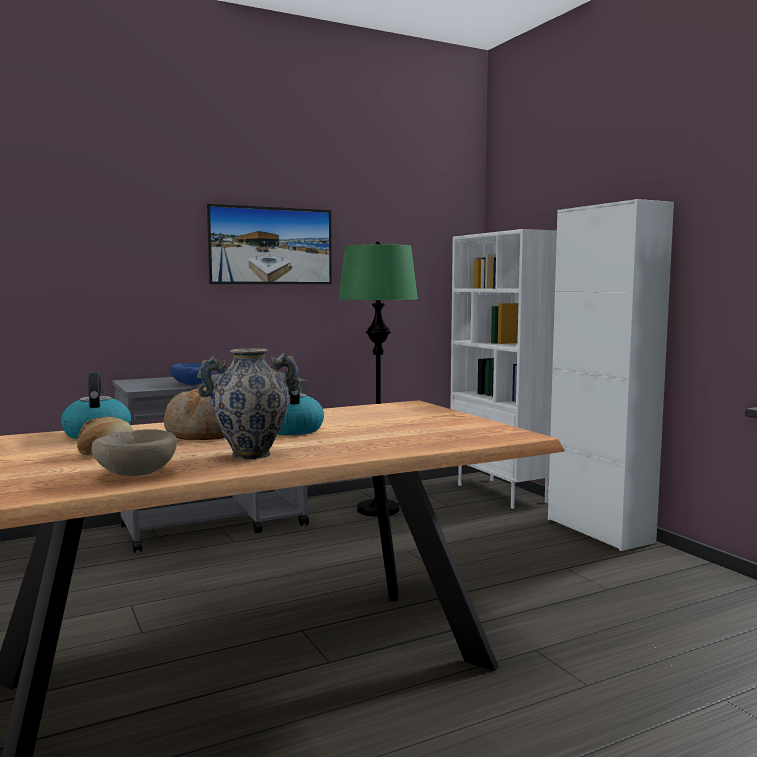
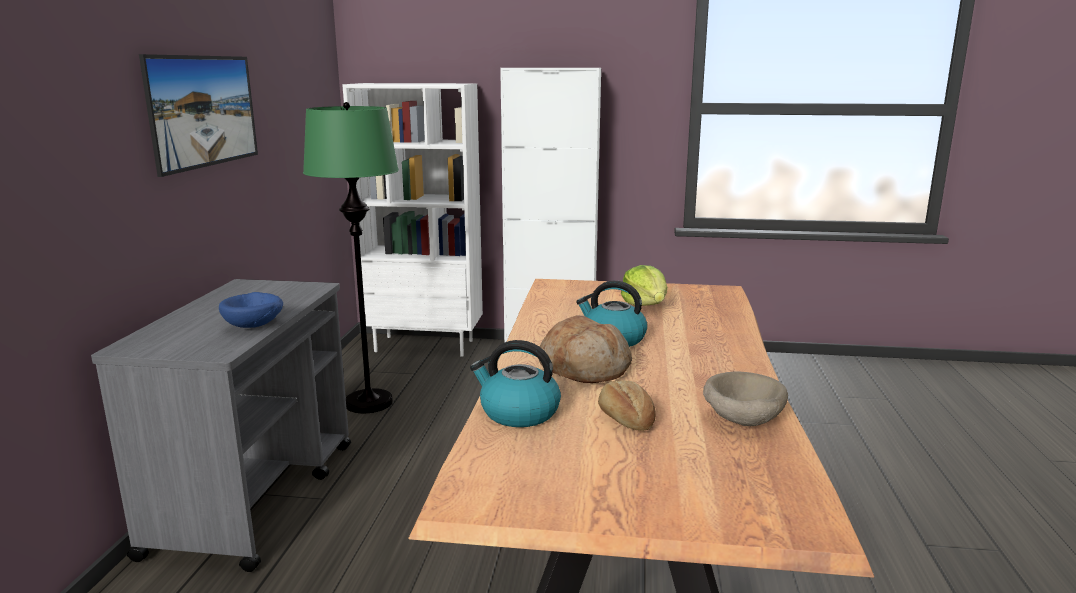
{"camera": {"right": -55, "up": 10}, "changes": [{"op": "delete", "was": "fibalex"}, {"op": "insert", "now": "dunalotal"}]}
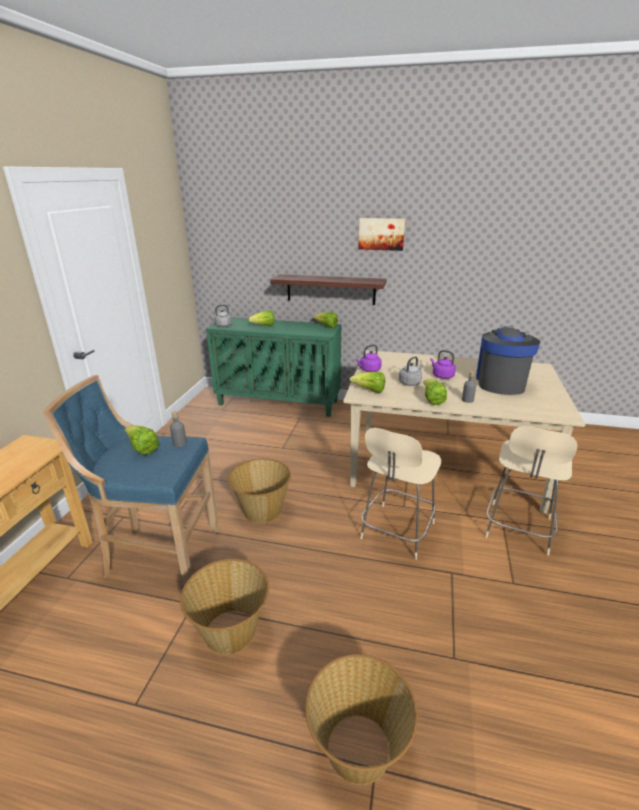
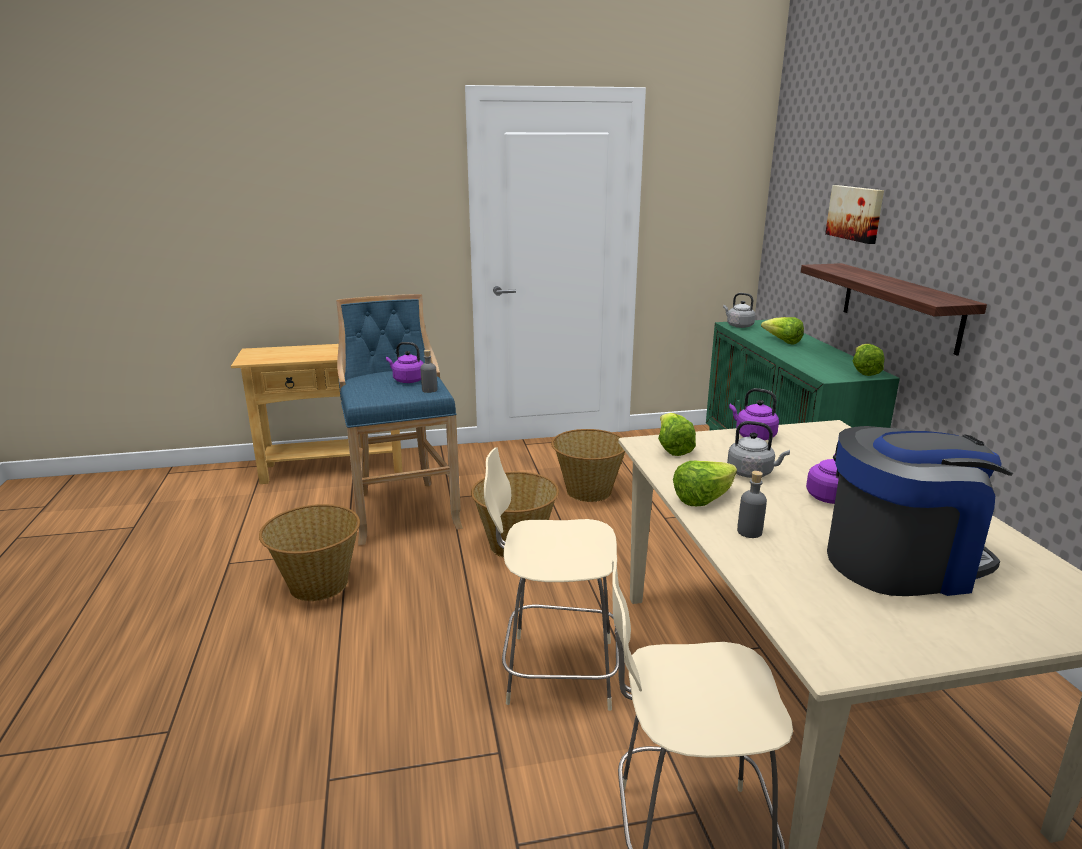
{"camera": {"right": 65, "up": -5}, "changes": [{"op": "move", "was": "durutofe (3rd from left)"}, {"op": "move", "was": "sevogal"}, {"op": "replace", "was": "dunalotal (1st from left)", "now": "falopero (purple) (1st from left)"}]}
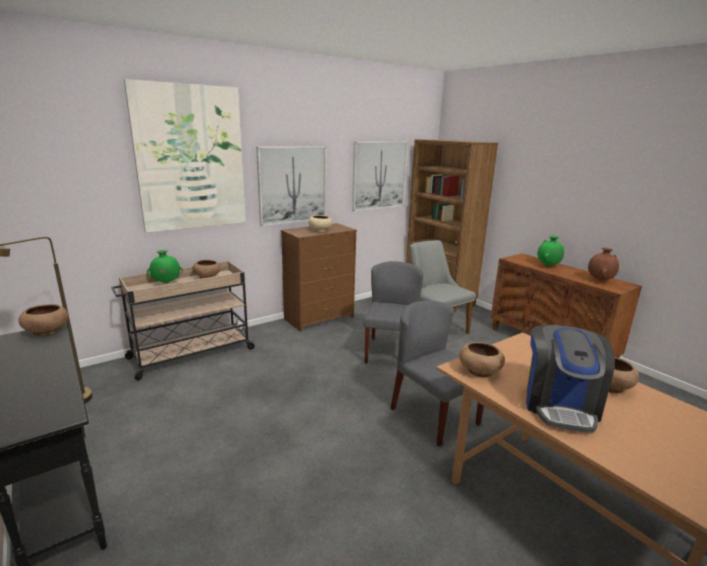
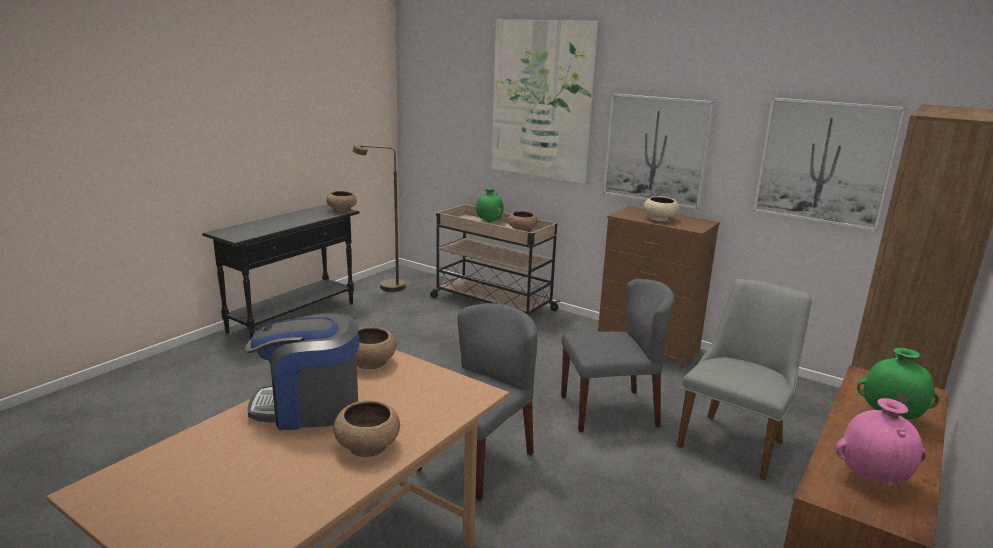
{"camera": {"right": 70, "up": 0}, "changes": [{"op": "recolor", "was": "fibalex (brown)", "now": "fibalex (pink)"}]}
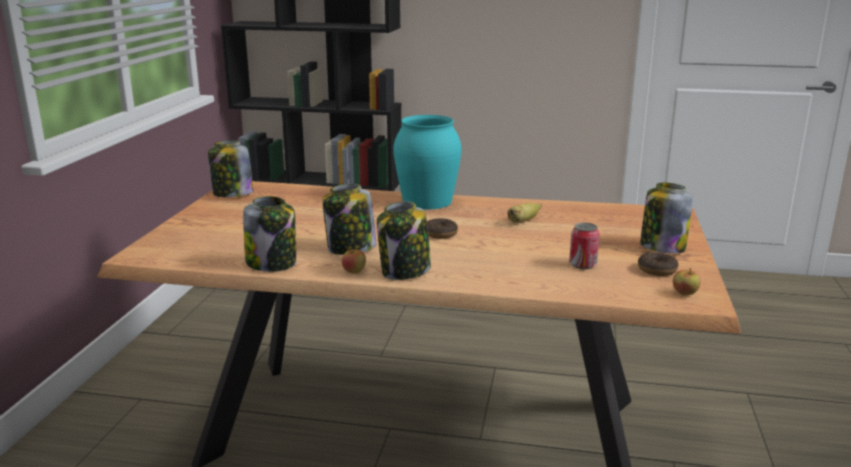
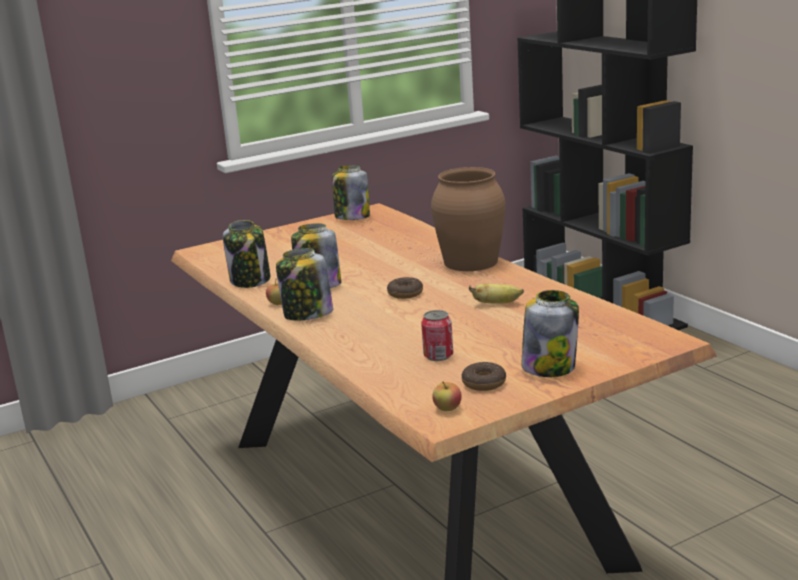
{"camera": {"right": 50, "up": 0}, "changes": [{"op": "recolor", "was": "fibalex (turquoise)", "now": "fibalex (brown)"}]}
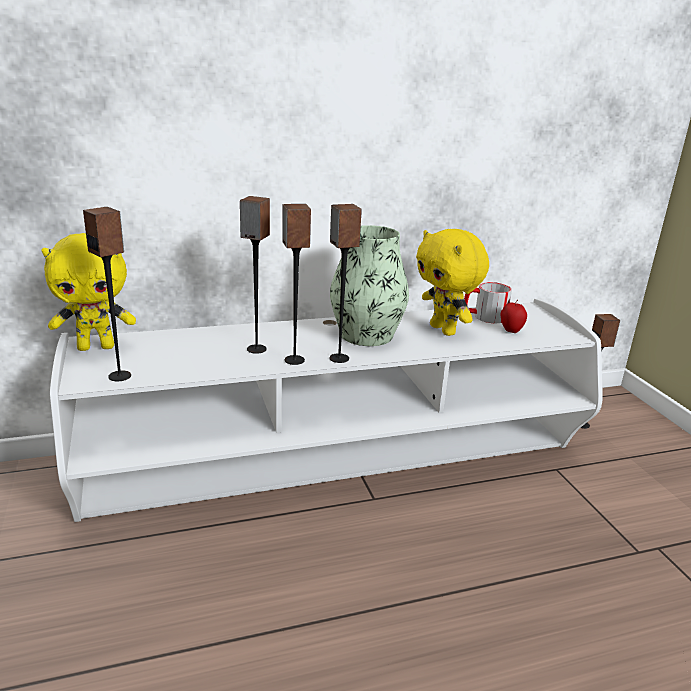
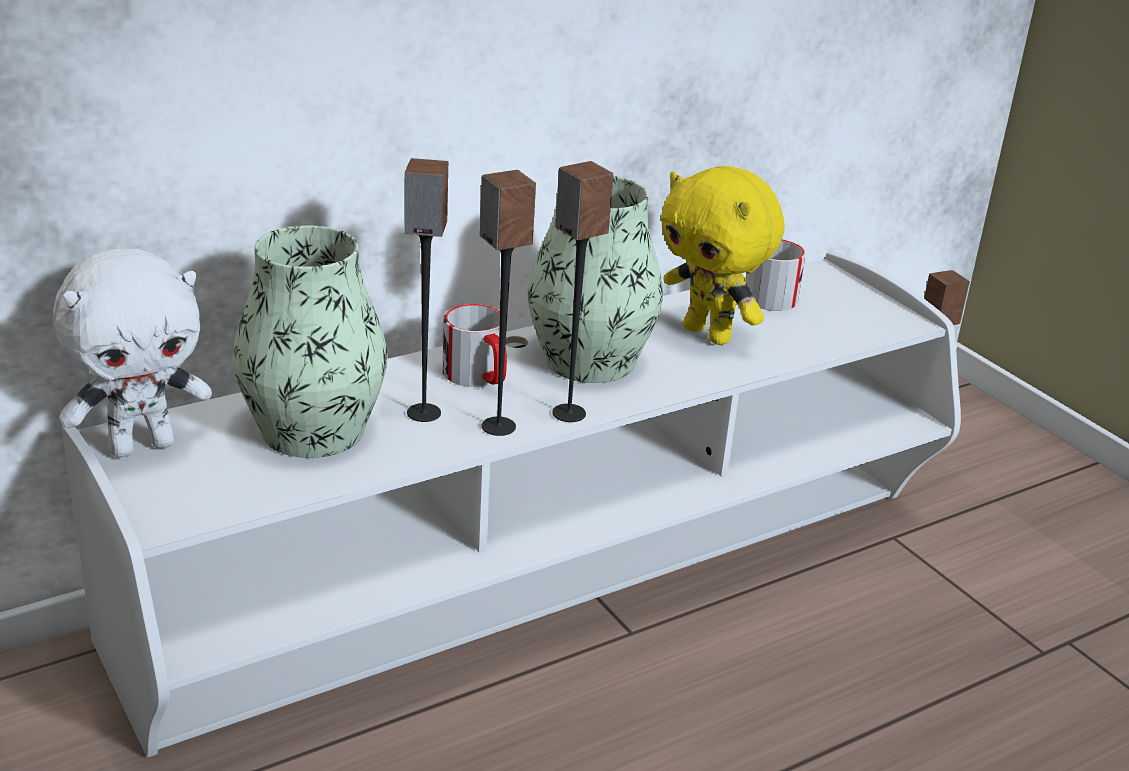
{"camera": {"right": -15, "up": 5}, "changes": [{"op": "delete", "was": "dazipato (1st from left)"}, {"op": "delete", "was": "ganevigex"}, {"op": "insert", "now": "fibalex (1st from left)"}, {"op": "insert", "now": "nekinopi (1st from left)"}, {"op": "recolor", "was": "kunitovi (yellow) (1st from left)", "now": "kunitovi (white)"}]}
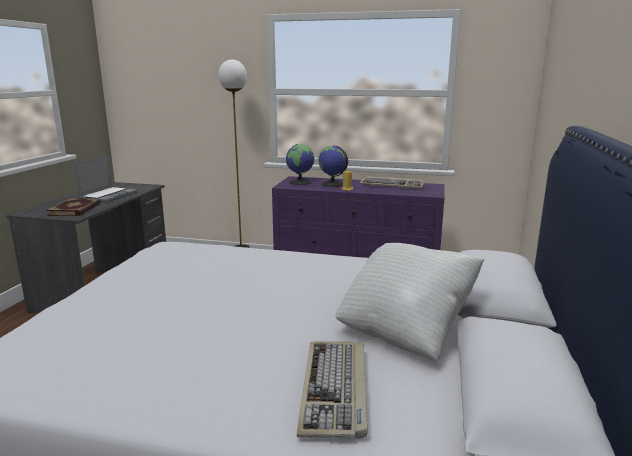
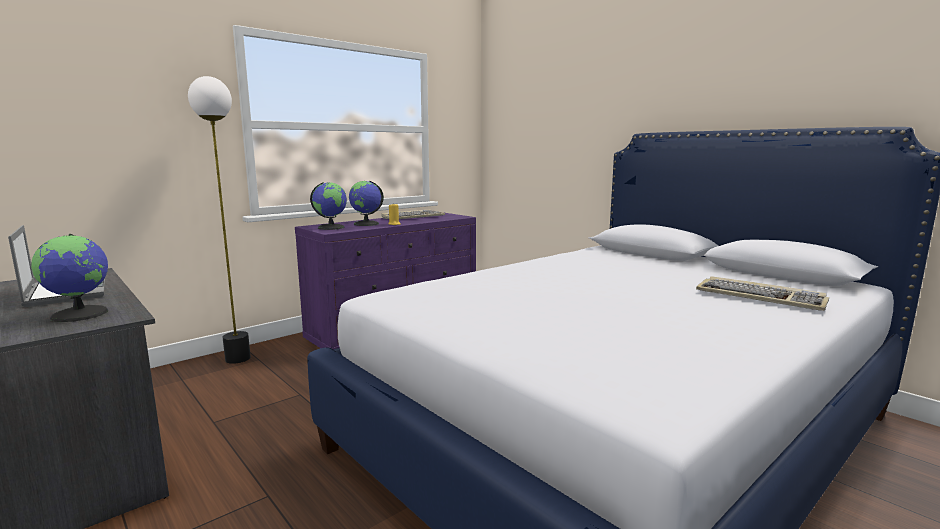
{"camera": {"right": -55, "up": -5}, "changes": [{"op": "delete", "was": "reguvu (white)"}, {"op": "replace", "was": "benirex", "now": "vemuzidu (1st from left)"}]}
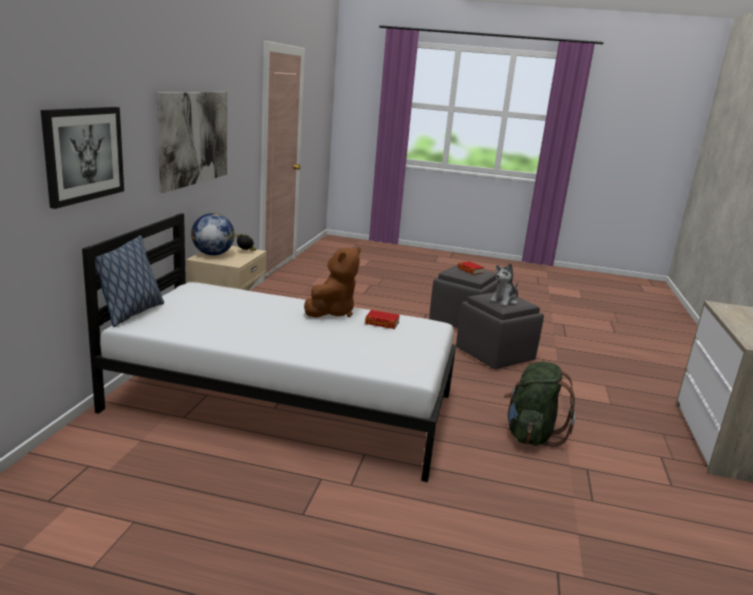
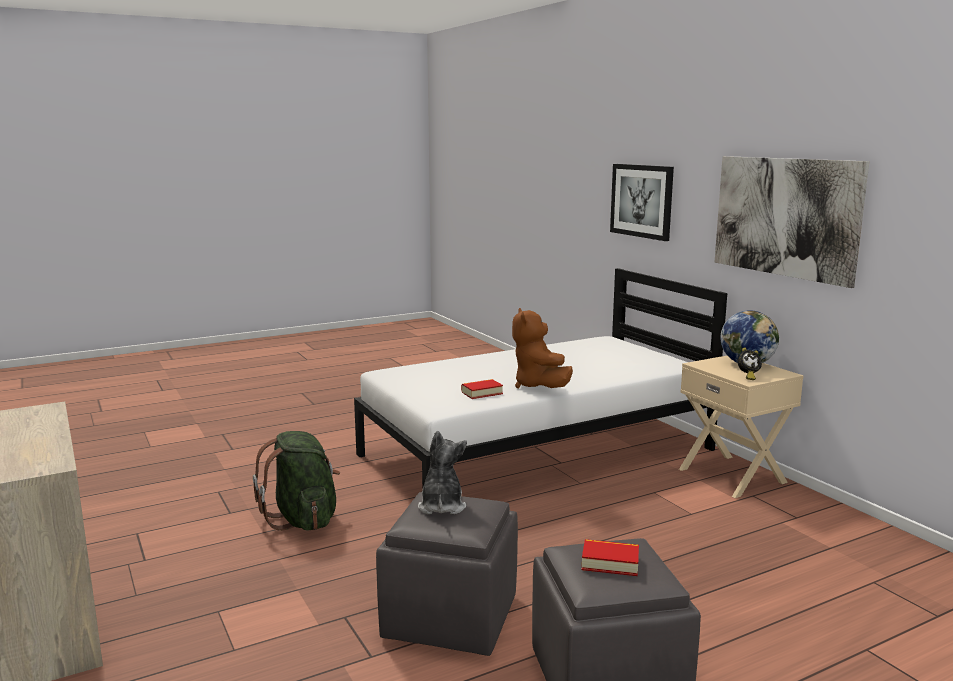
{"camera": {"right": 140, "up": -5}, "changes": [{"op": "delete", "was": "reguvu"}]}
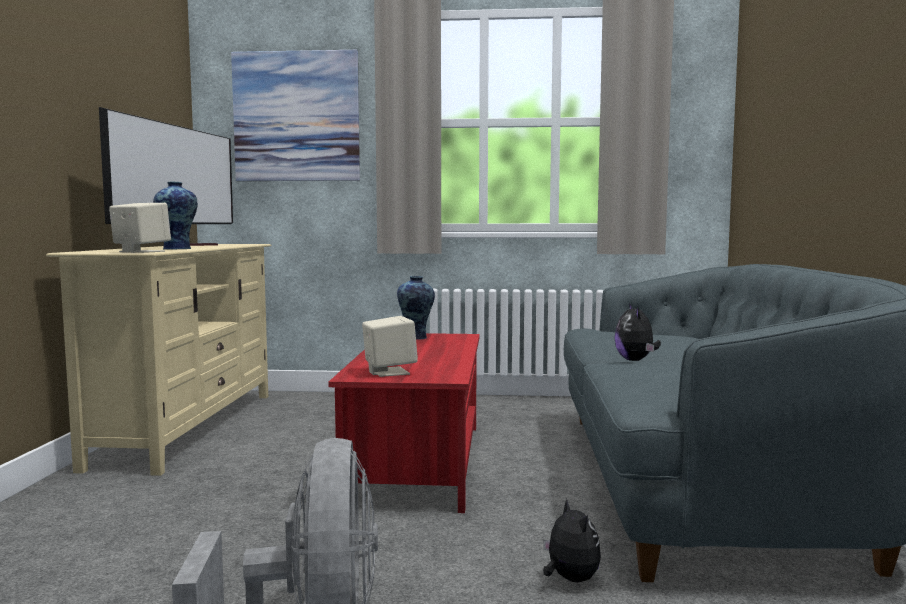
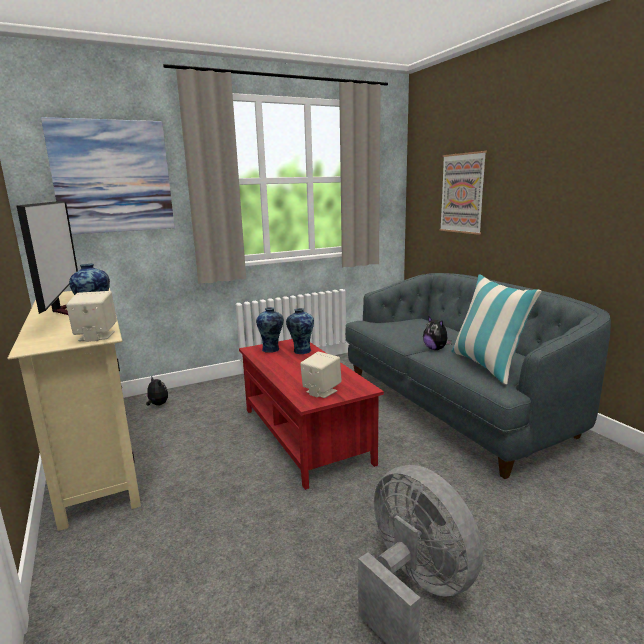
{"camera": {"right": -30, "up": 10}, "changes": [{"op": "insert", "now": "fibalex (3rd from left)"}, {"op": "insert", "now": "sevogal (2nd from left)"}, {"op": "insert", "now": "reguvu"}, {"op": "move", "was": "kunitovi (1st from left)"}]}
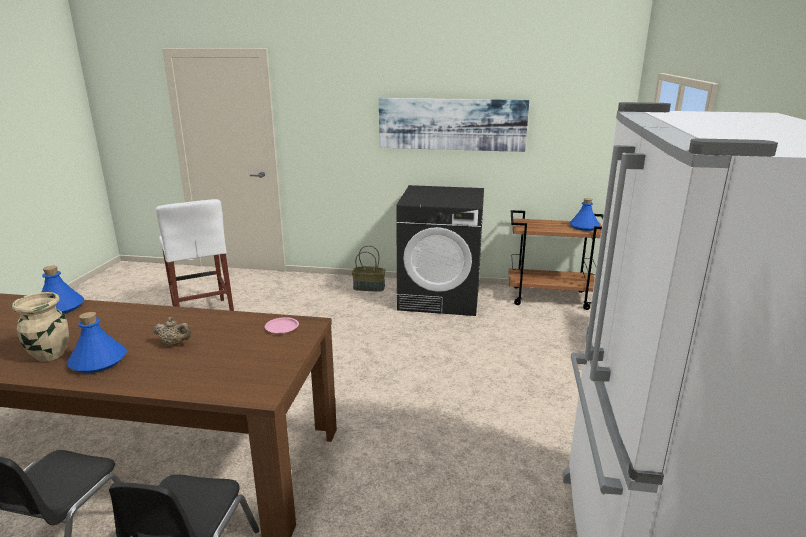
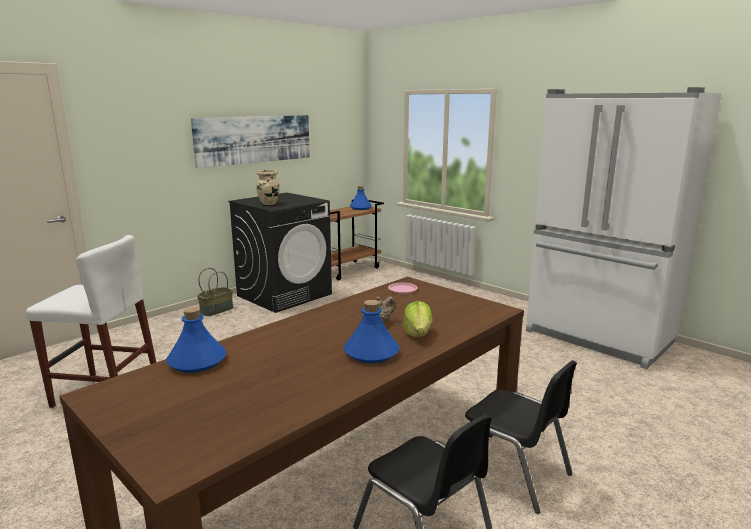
{"camera": {"right": -55, "up": -5}, "changes": [{"op": "insert", "now": "dunalotal"}, {"op": "move", "was": "fibalex (beige)"}]}
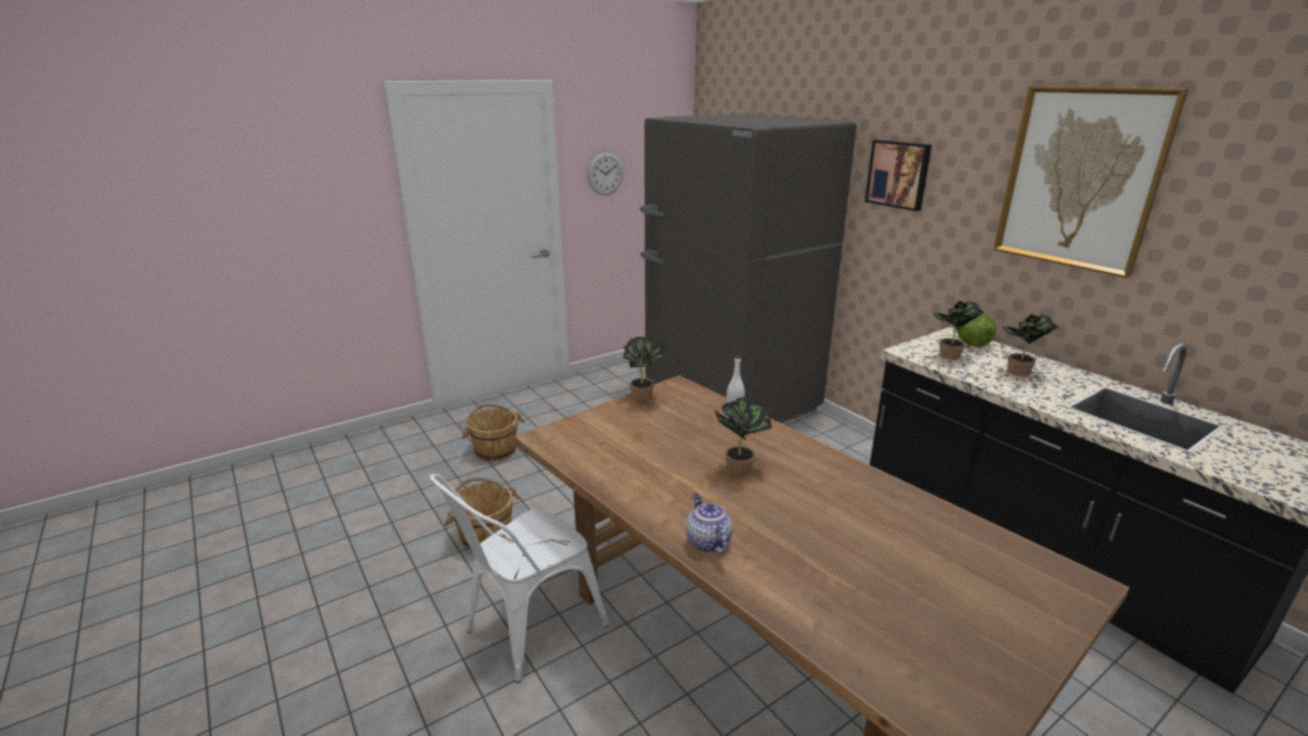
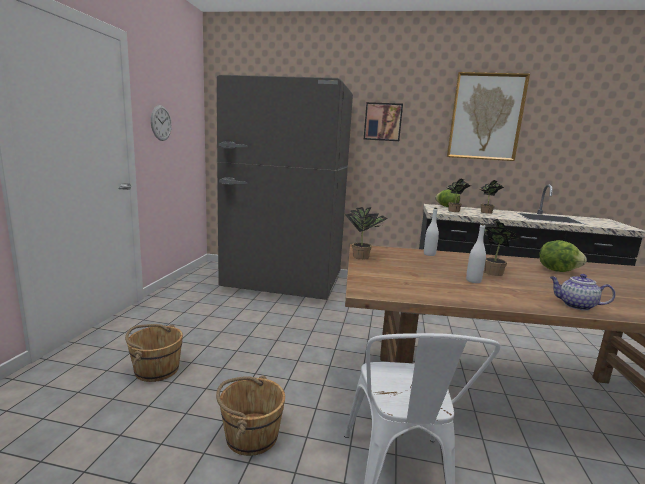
{"camera": {"right": -45, "up": -10}, "changes": [{"op": "insert", "now": "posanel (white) (2nd from left)"}, {"op": "insert", "now": "dunalotal (2nd from left)"}]}
